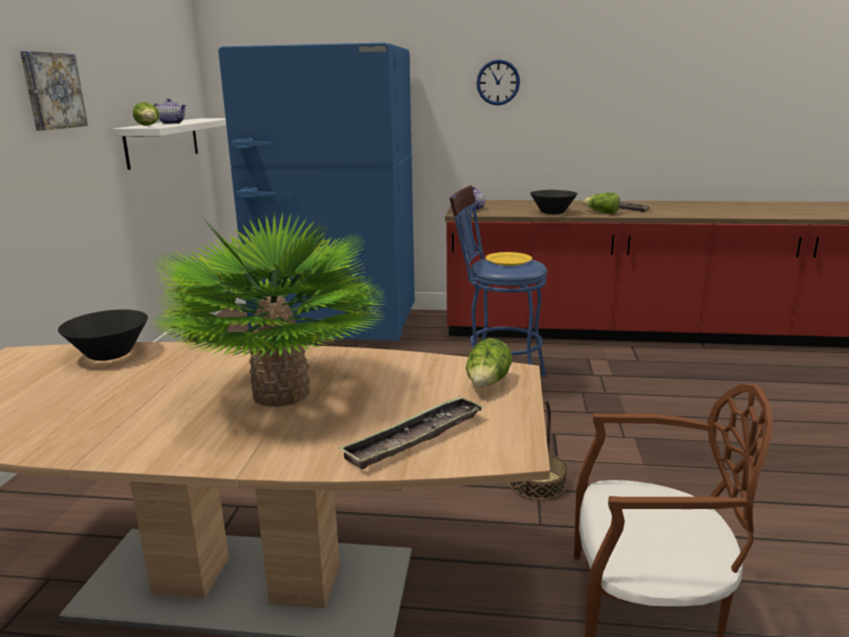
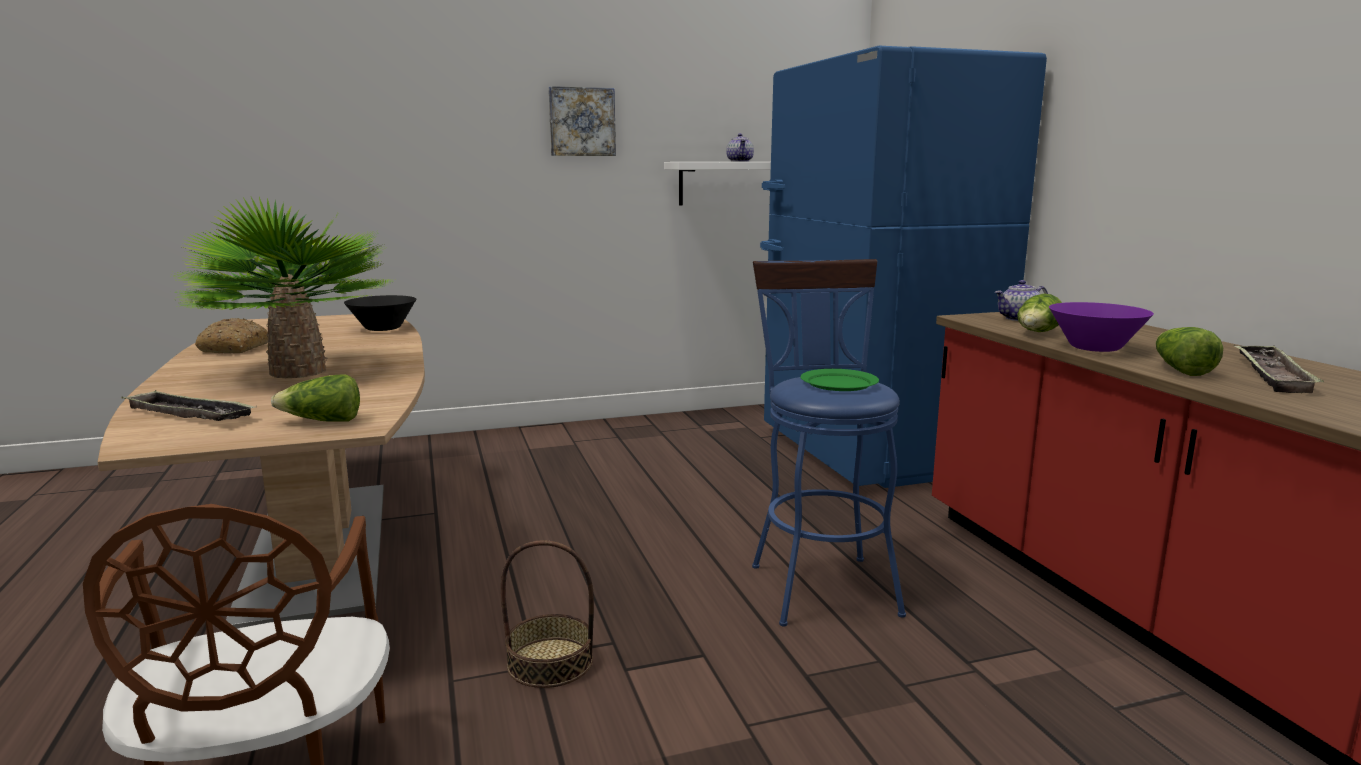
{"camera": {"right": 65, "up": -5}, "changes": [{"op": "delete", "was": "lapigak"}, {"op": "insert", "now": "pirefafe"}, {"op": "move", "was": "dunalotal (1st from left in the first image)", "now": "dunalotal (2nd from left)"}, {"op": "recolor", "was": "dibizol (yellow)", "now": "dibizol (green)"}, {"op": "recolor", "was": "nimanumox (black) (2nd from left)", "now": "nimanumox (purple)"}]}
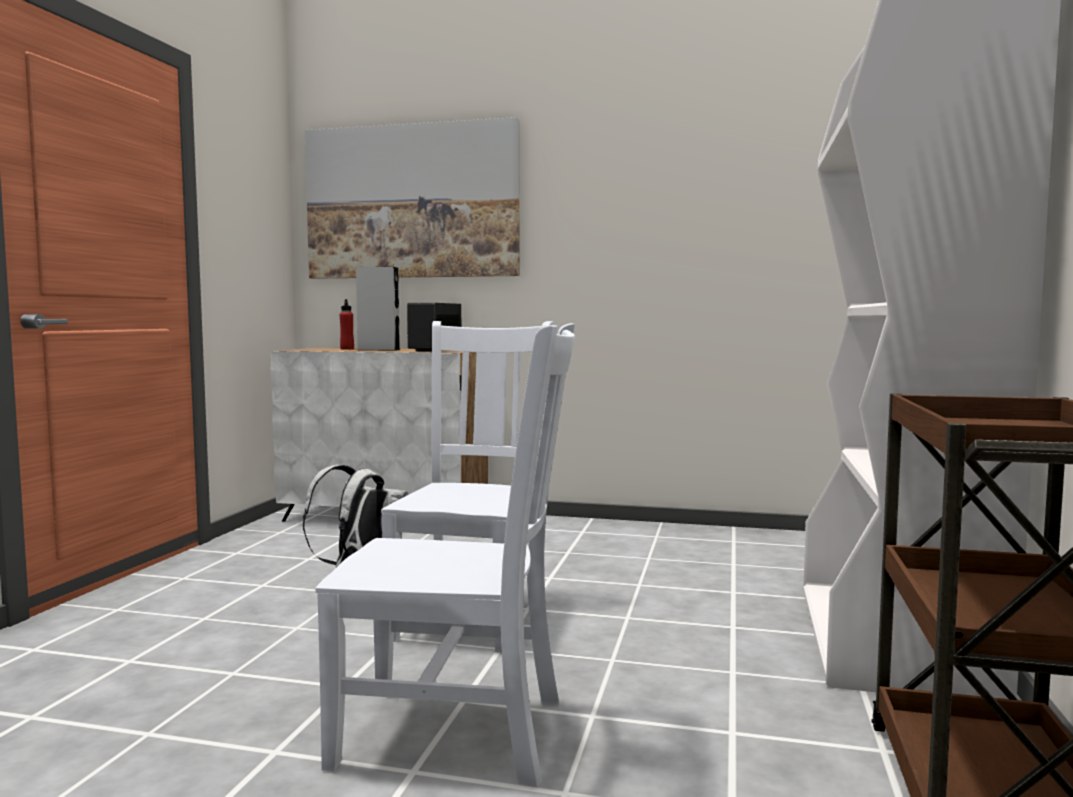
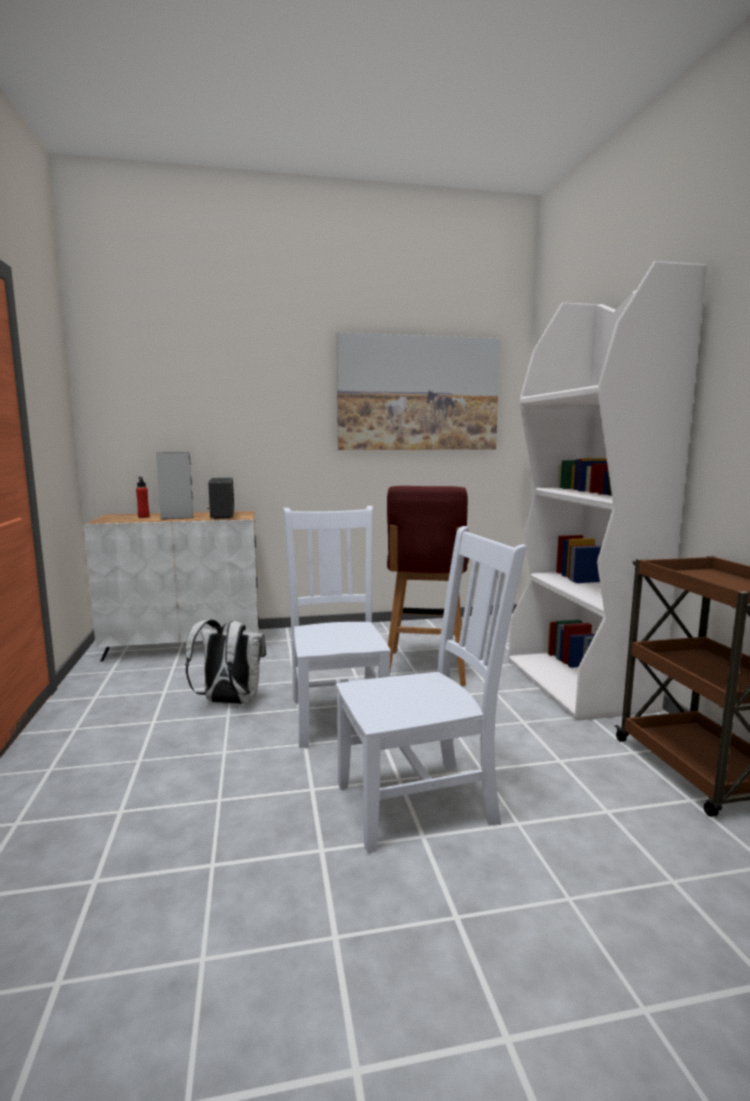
{"camera": {"right": -25, "up": 5}, "changes": [{"op": "insert", "now": "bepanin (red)"}, {"op": "move", "was": "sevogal"}]}
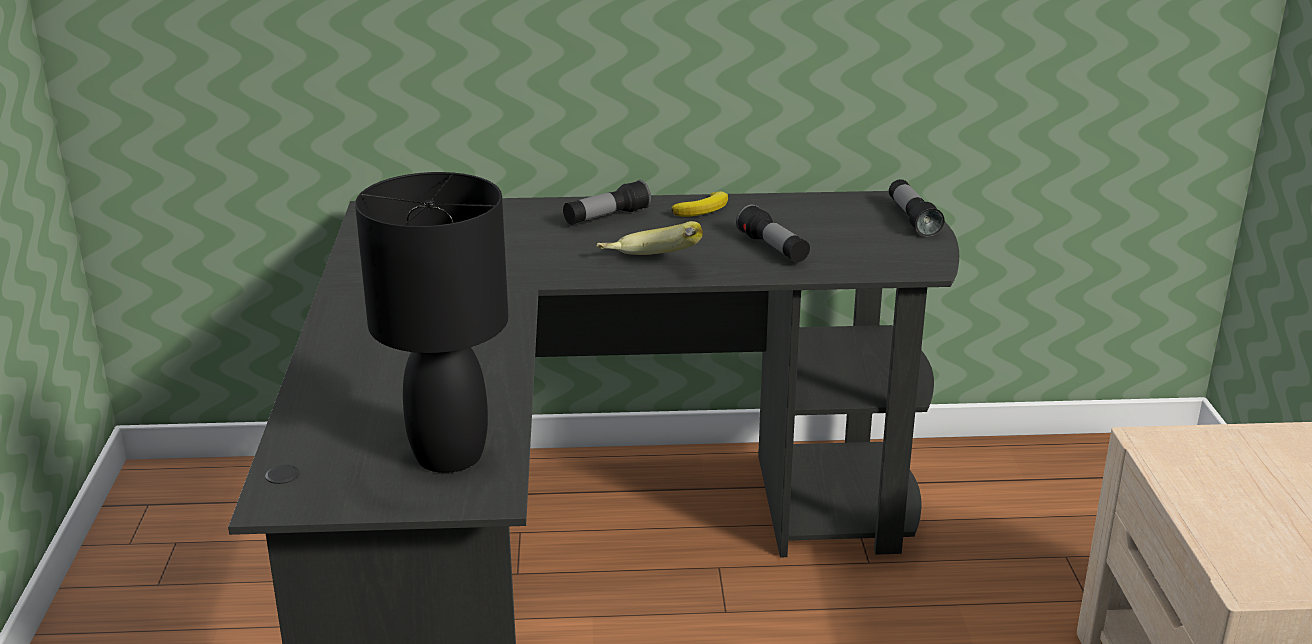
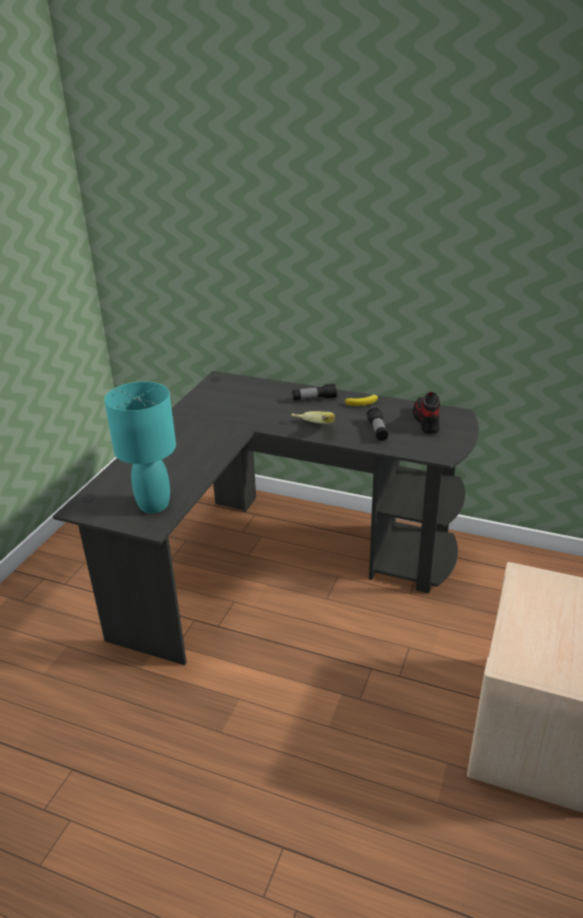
{"camera": {"right": 25, "up": 5}, "changes": [{"op": "delete", "was": "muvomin (3rd from left)"}, {"op": "insert", "now": "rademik"}, {"op": "recolor", "was": "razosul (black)", "now": "razosul (turquoise)"}]}
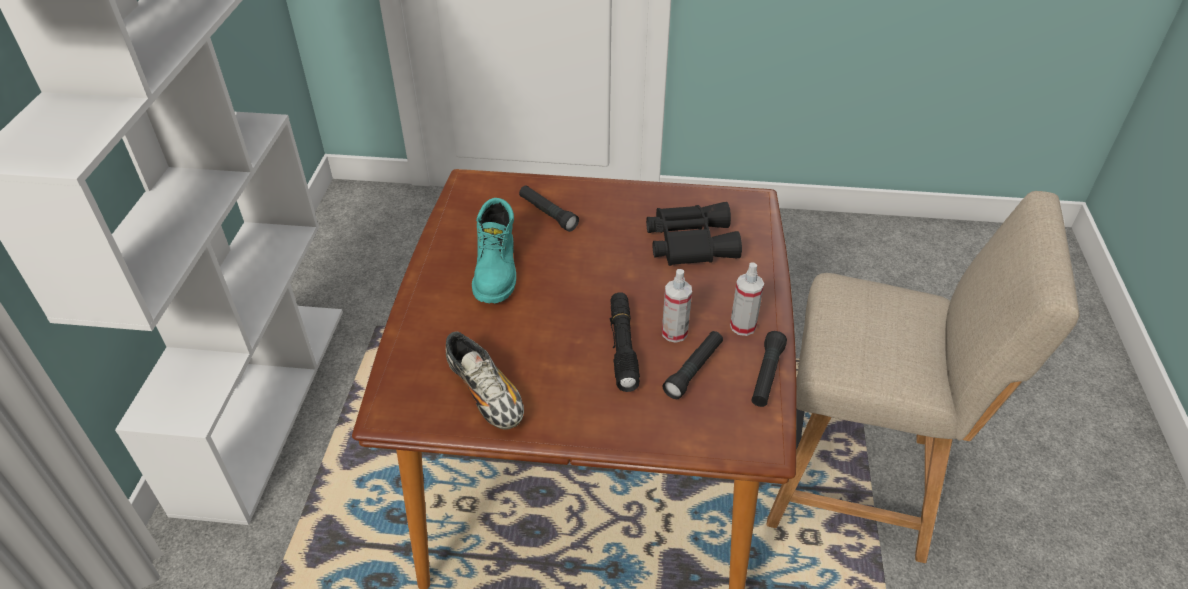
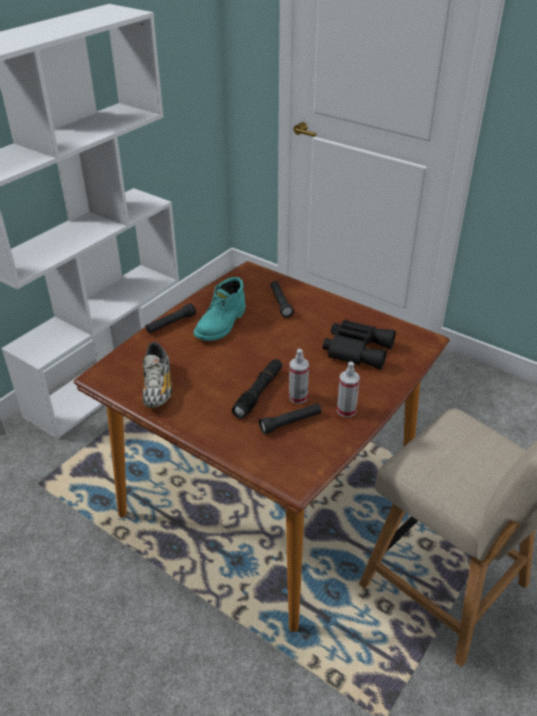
{"camera": {"right": 30, "up": -5}, "changes": [{"op": "move", "was": "muvomin (black) (4th from left in the first image)", "now": "muvomin (black) (1st from left)"}]}
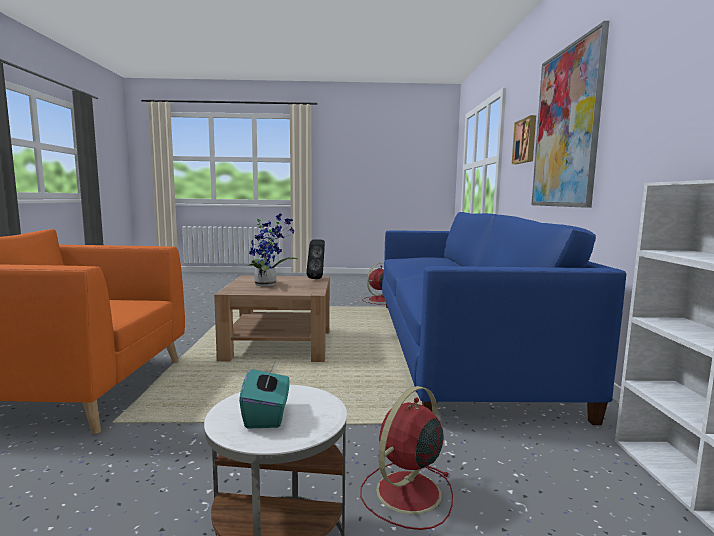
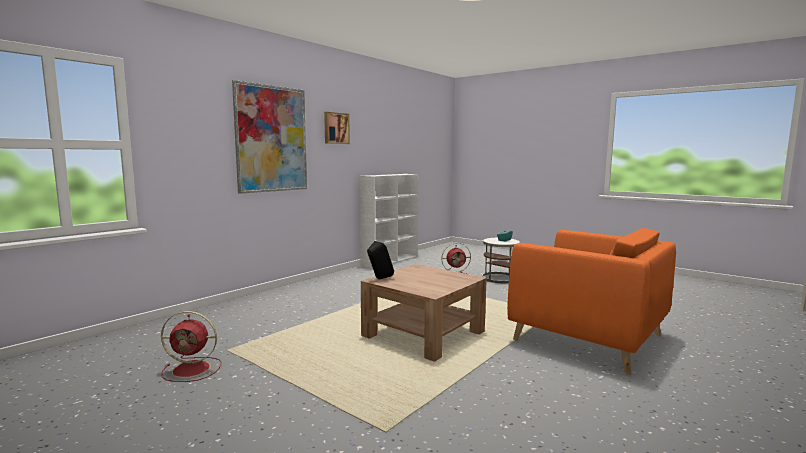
{"camera": {"right": -140, "up": 0}, "changes": [{"op": "delete", "was": "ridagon"}, {"op": "delete", "was": "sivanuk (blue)"}, {"op": "move", "was": "sevogal (1st from left in the first image)", "now": "sevogal (2nd from left)"}]}
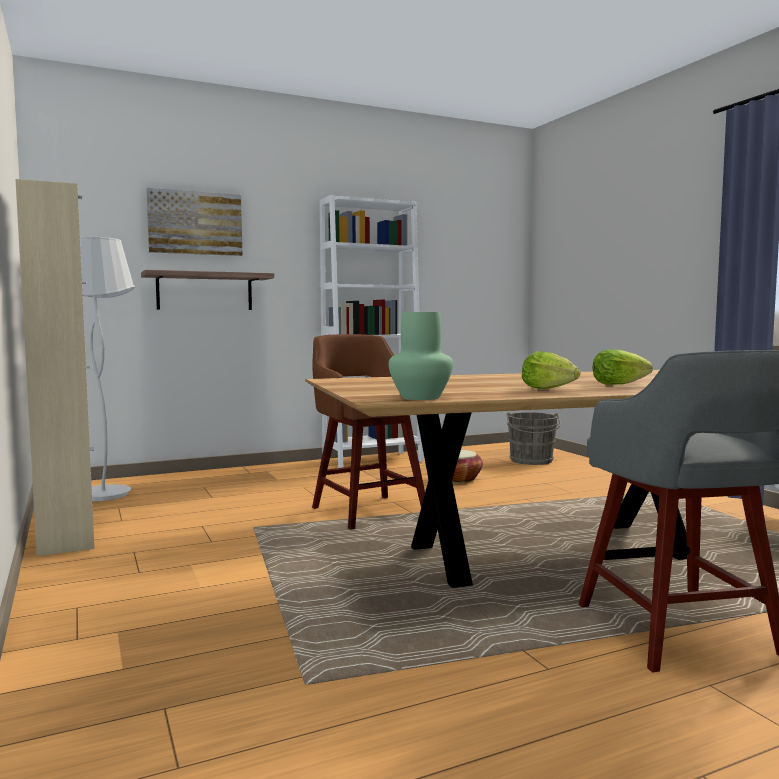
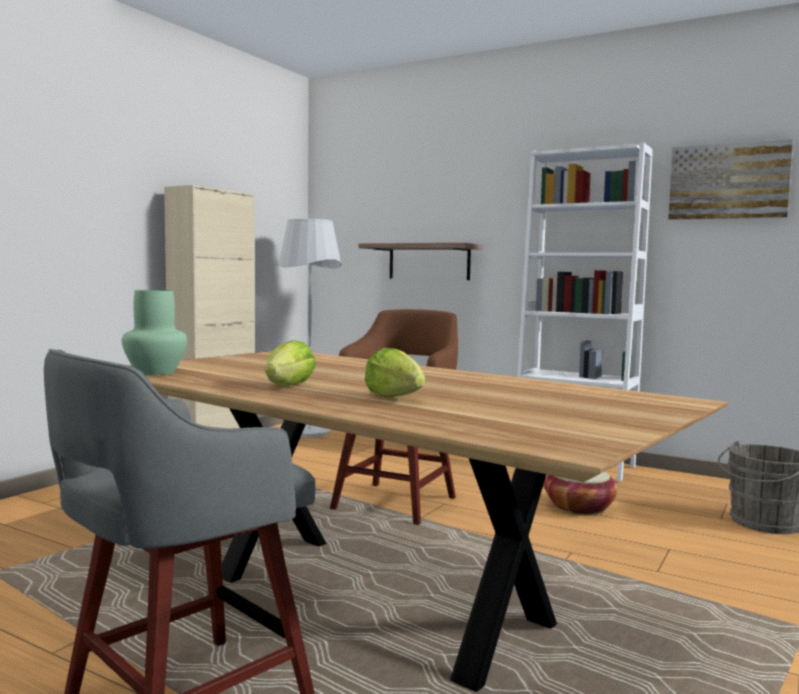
{"camera": {"right": 55, "up": 0}, "changes": [{"op": "move", "was": "sevogal"}]}
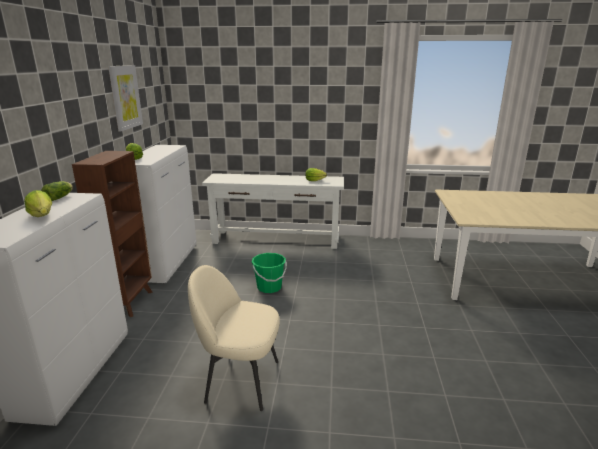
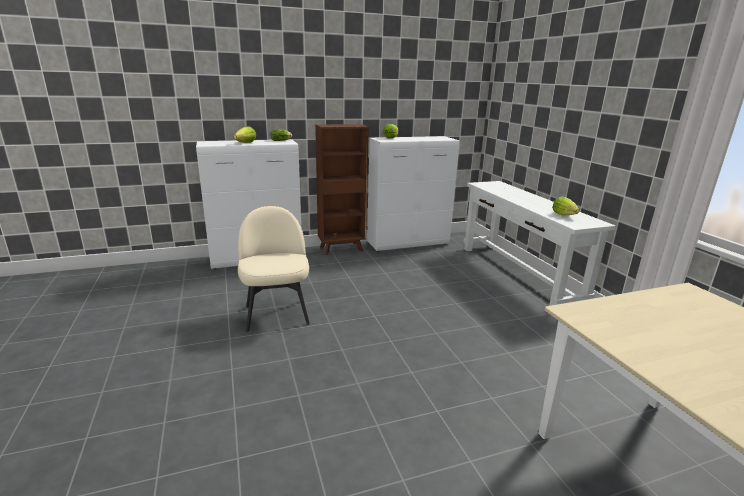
{"camera": {"right": 65, "up": 0}, "changes": [{"op": "delete", "was": "sevogal"}, {"op": "delete", "was": "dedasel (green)"}]}
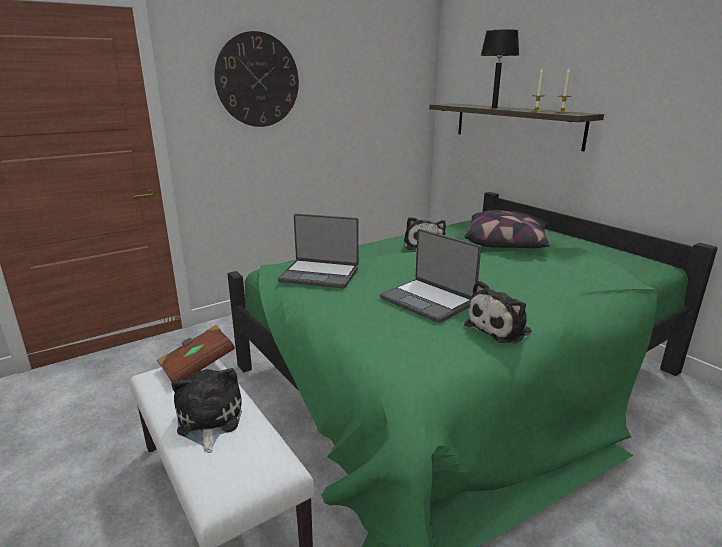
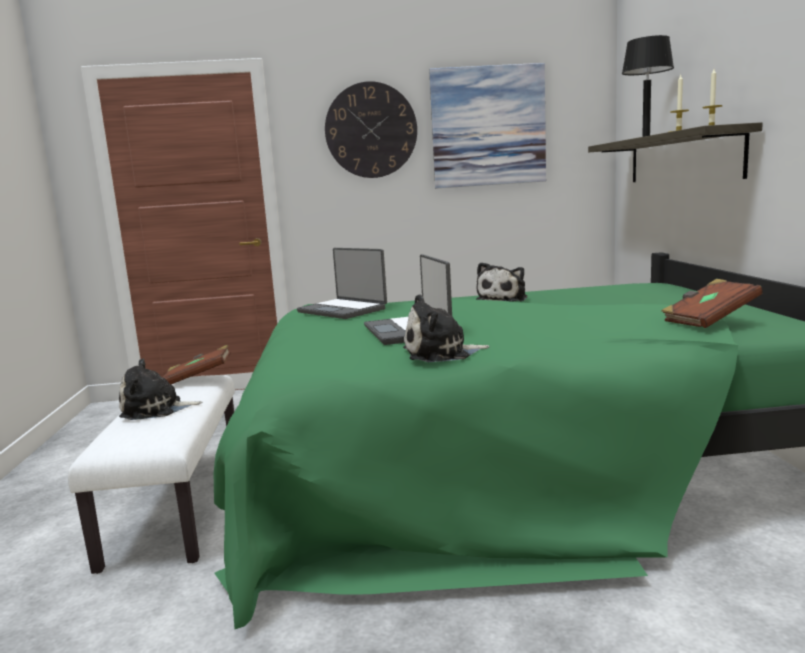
{"camera": {"right": 30, "up": -10}, "changes": [{"op": "delete", "was": "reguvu"}, {"op": "insert", "now": "sevogal"}, {"op": "insert", "now": "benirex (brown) (2nd from left)"}, {"op": "rotate", "was": "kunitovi (1st from left)", "clockwise": -120}]}
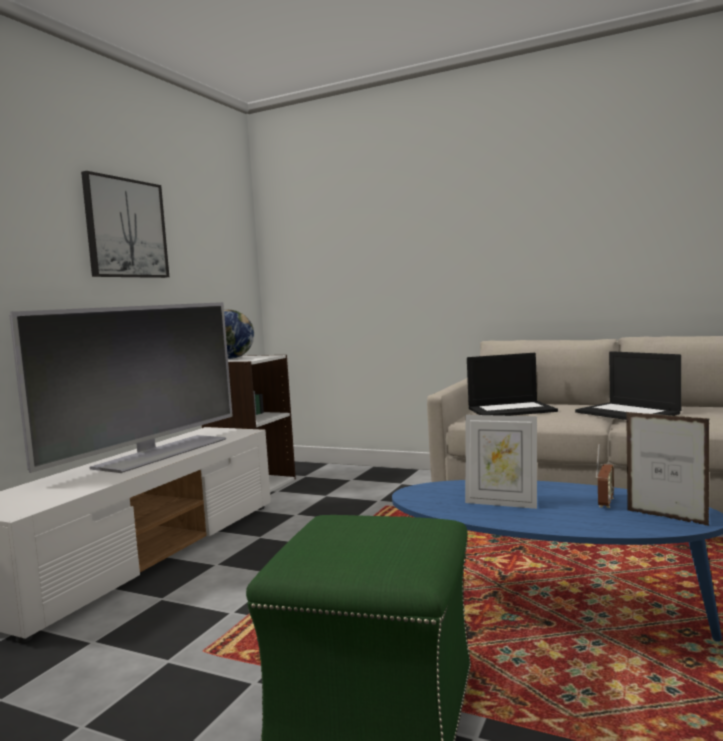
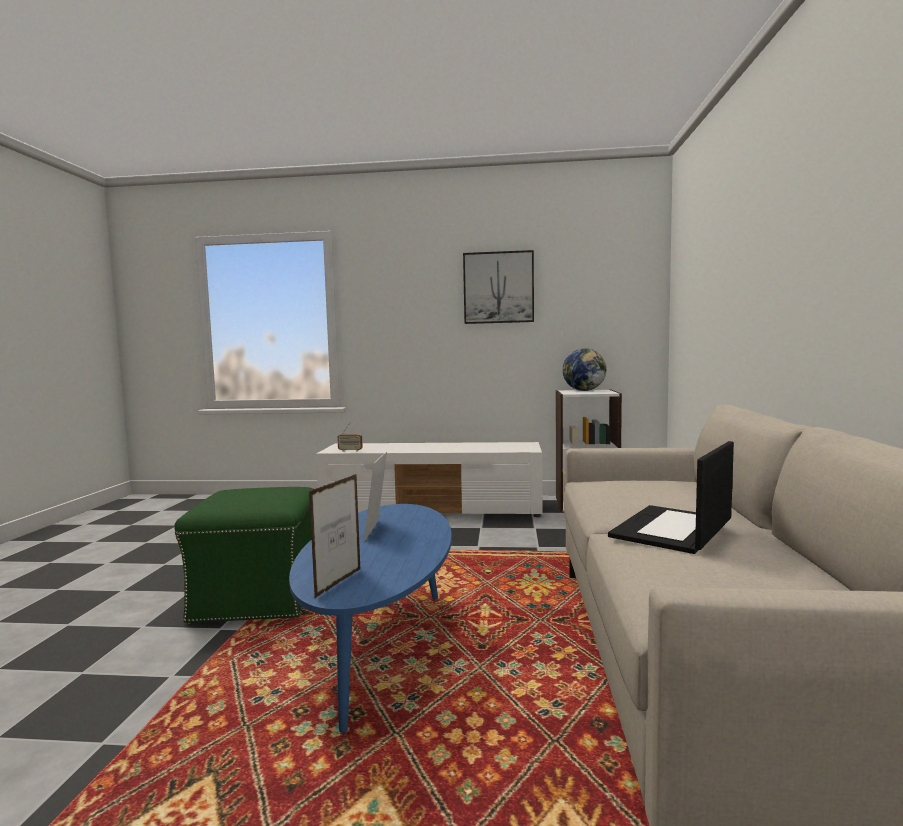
{"camera": {"right": 70, "up": 0}, "changes": [{"op": "delete", "was": "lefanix"}, {"op": "delete", "was": "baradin (1st from left)"}, {"op": "move", "was": "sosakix"}]}
